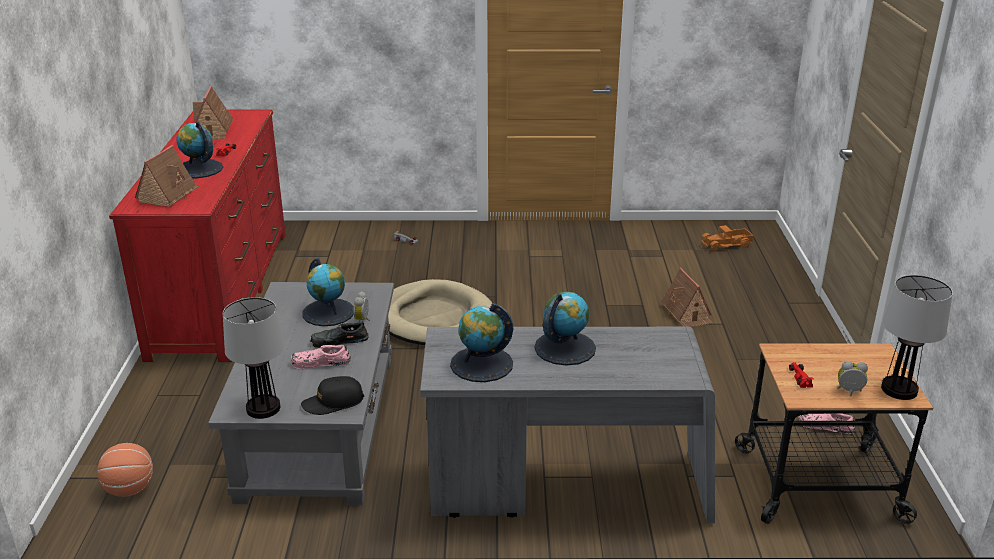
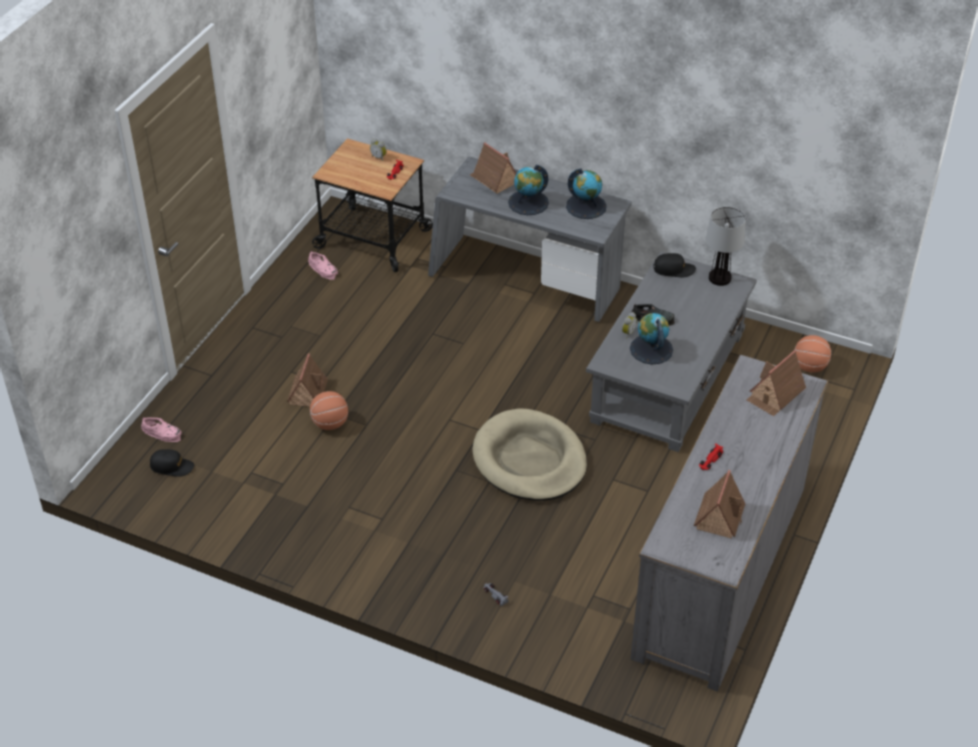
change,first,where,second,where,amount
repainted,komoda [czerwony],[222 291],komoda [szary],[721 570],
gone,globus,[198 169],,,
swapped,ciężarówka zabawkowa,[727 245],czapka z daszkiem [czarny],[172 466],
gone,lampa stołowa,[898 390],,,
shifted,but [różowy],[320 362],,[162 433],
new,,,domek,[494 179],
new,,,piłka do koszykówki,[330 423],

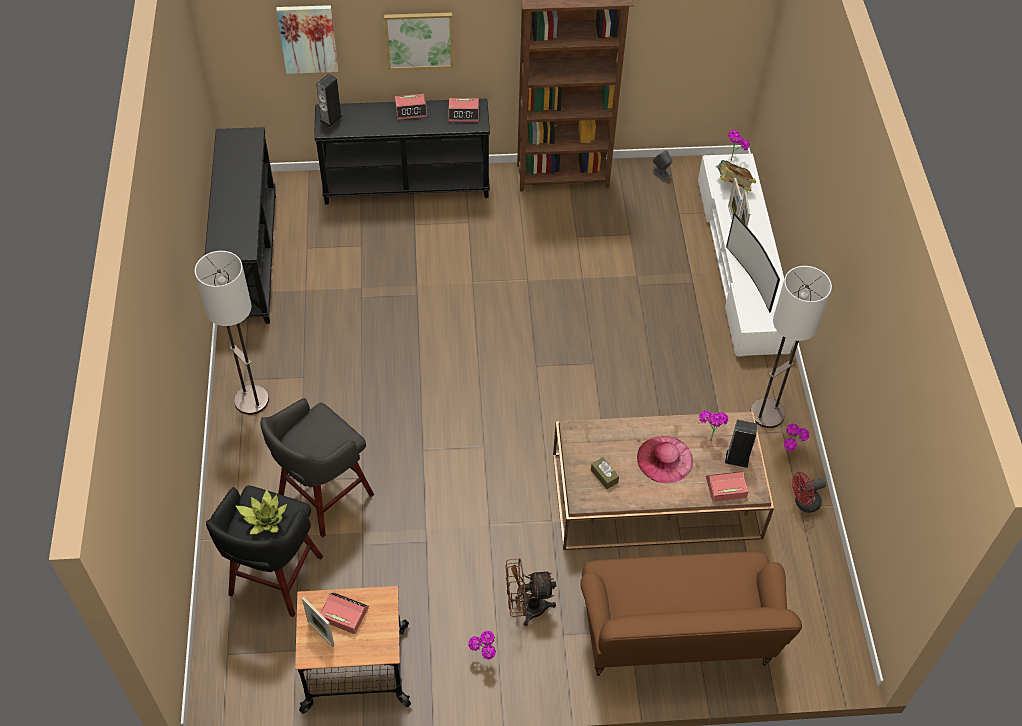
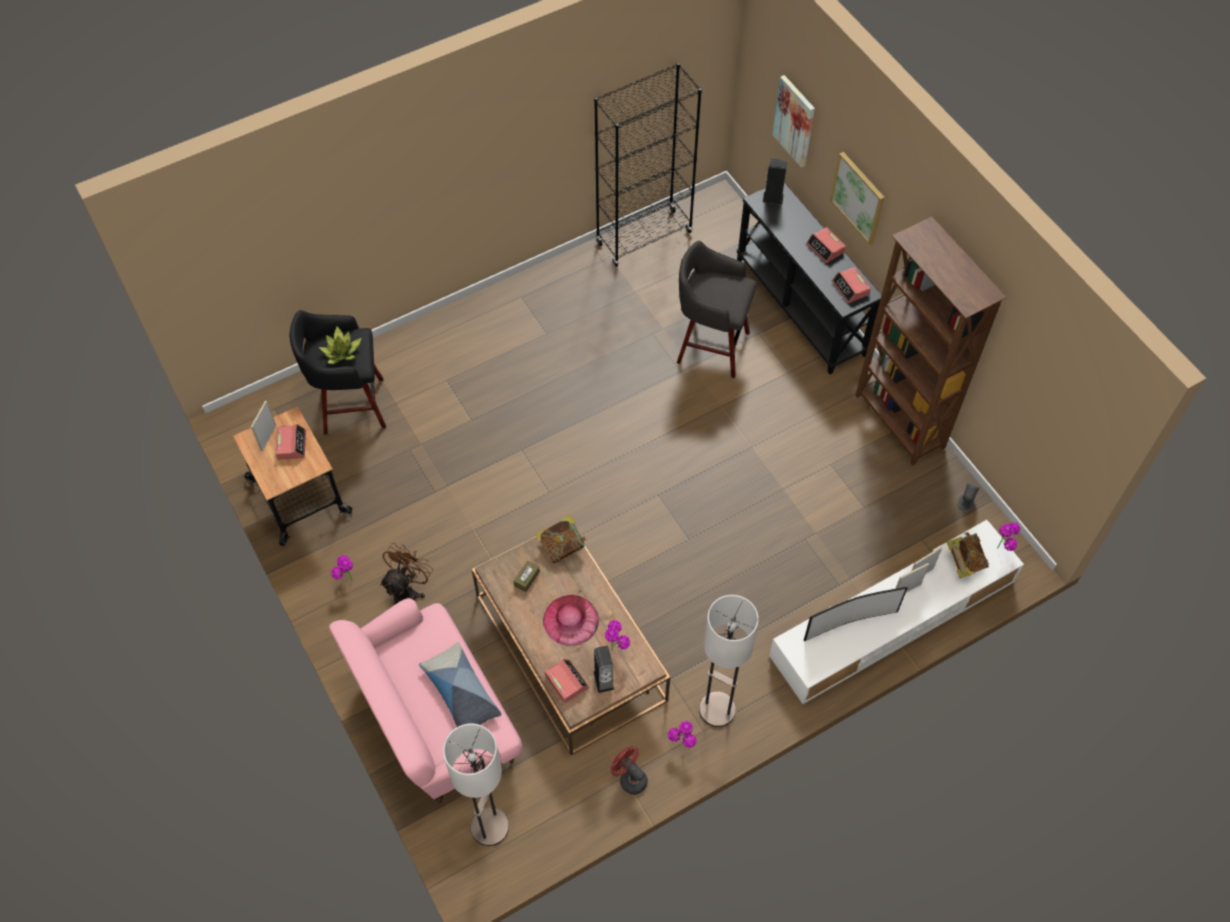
change,first,where,second,where,amount
swapped,stolik konsolowy [czarny],[249 257],regał [czarny],[644 237],
rotated,telewizor,[751 277],,[849 622],150 degrees counterclockwise
shifted,lampa stojąca,[252 400],,[490 827],
shifted,stołek [szary],[323 497],,[710 346],
repainted,kanapa [brązowy],[676 635],kanapa [różowy],[436 718],
rotated,wentylator [brązowy],[526 608],,[408 591],60 degrees clockwise
new,,,książka,[562 546],
new,,,poduszka,[460 693],

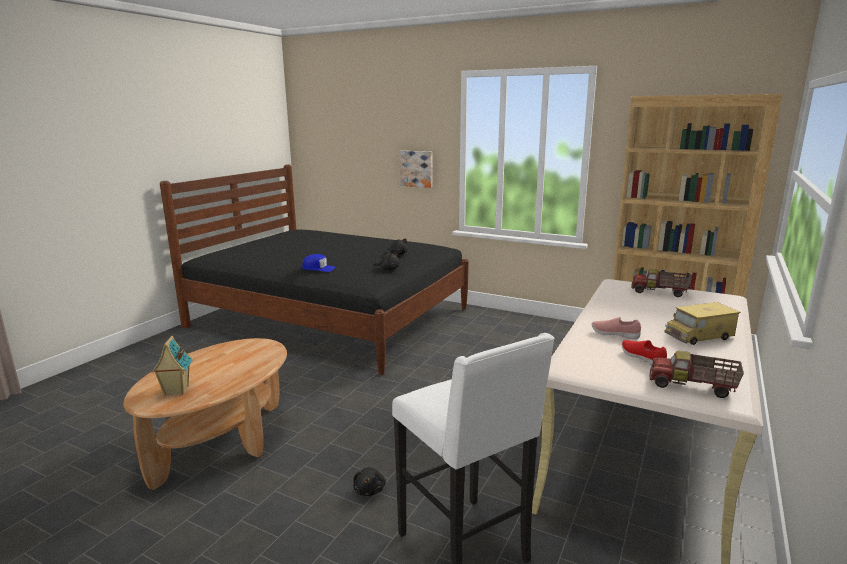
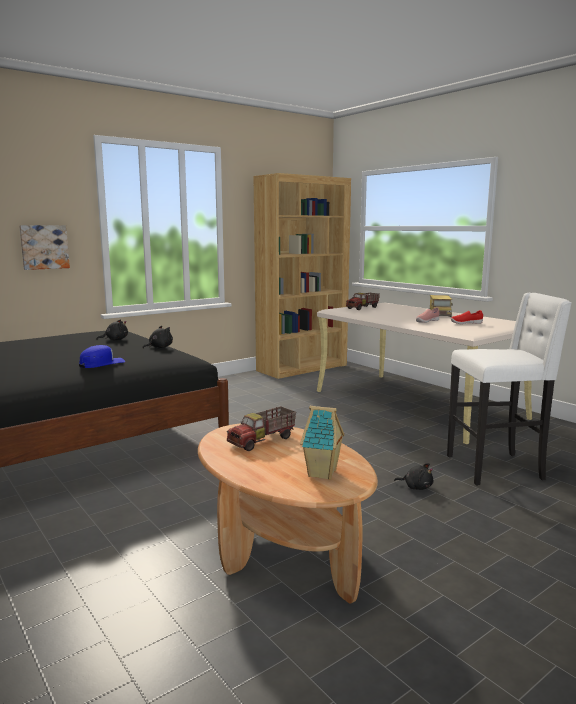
change,first,where,second,where,amount
shifted,ciężarówka zabawkowa,[692 387],,[263 441],

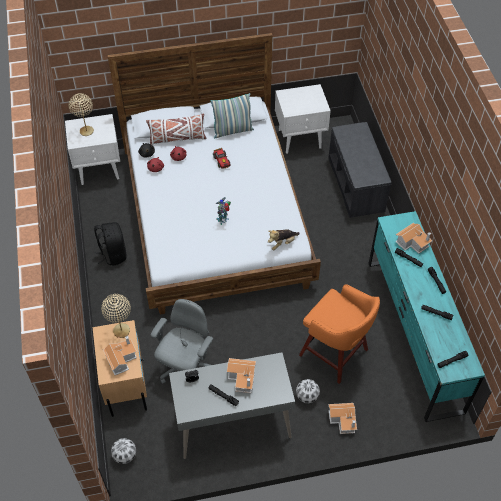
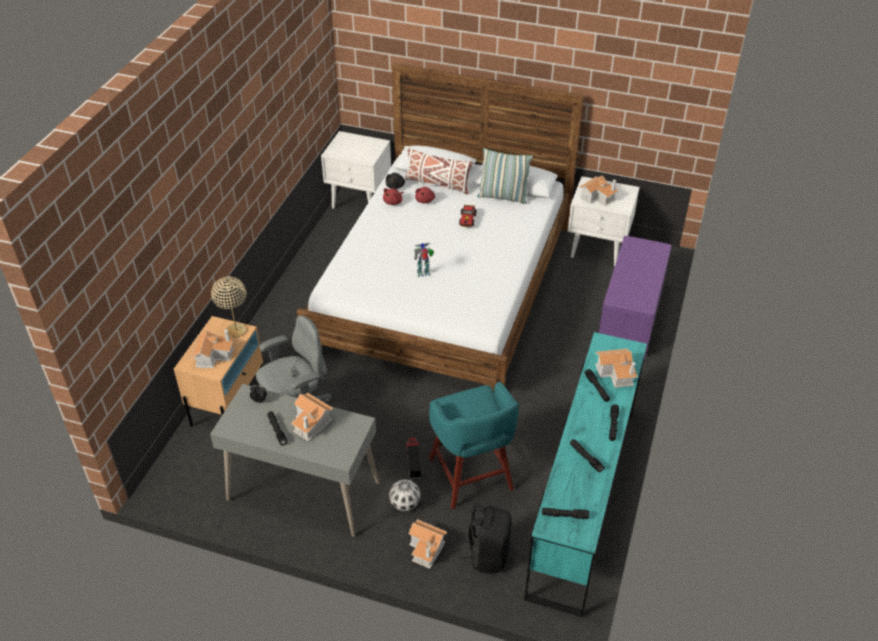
change,first,where,second,where,amount
gone,lampa stołowa [beżowy],[86 131],,,
repainted,ławka [szary],[357 185],ławka [fioletowy],[631 318],
shifted,plecak [czarny],[113 254],,[488 554],
gone,pluszak,[282 243],,,
repainted,stołek [pomarańczowy],[335 354],stołek [turkusowy],[471 476],
gone,piłka futbolowa,[124 455],,,
new,,,domek,[598 197],
new,,,ciężarówka zabawkowa,[414 461],

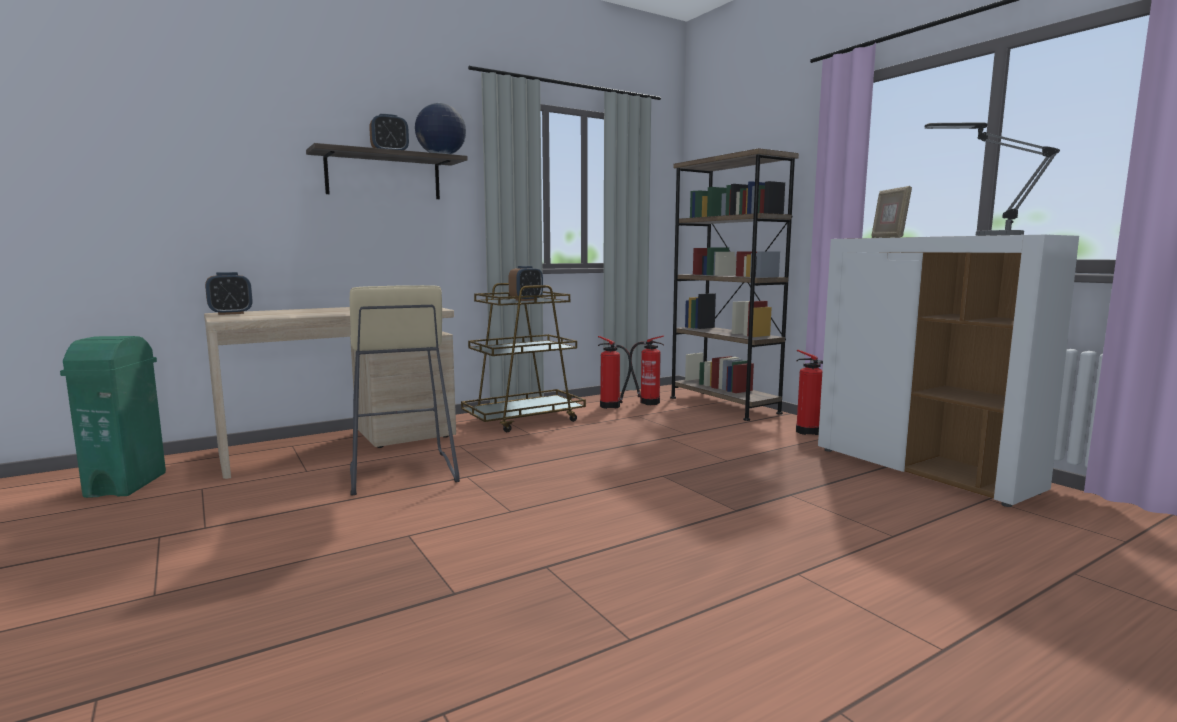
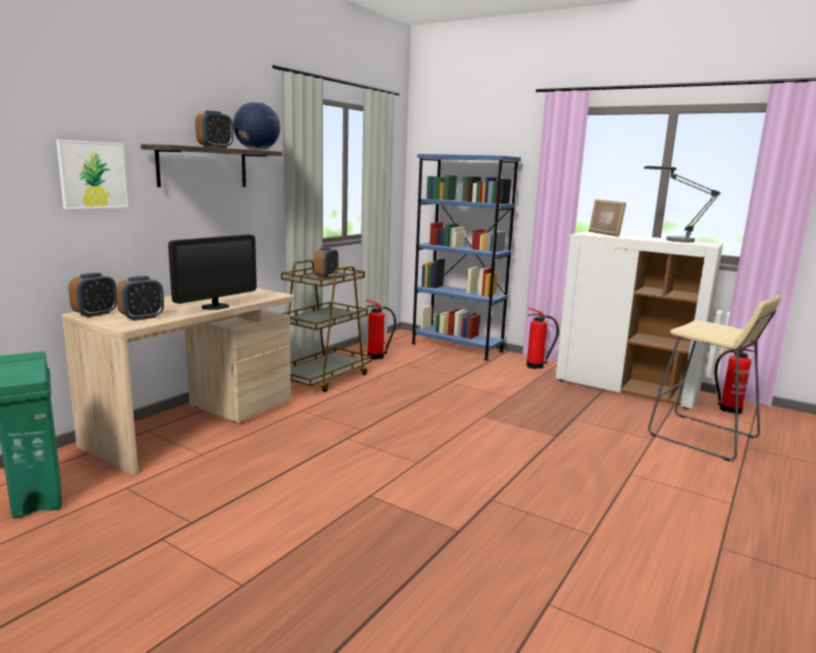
change,first,where,second,where,amount
repainted,regał [brązowy],[723 405],regał [niebieski],[456 347],
shifted,stołek [beżowy],[401 473],,[703 437],
shifted,gaśnica,[648 402],,[728 409],
new,,,obraz,[93 175],
new,,,monitor,[215 306],
new,,,budzik,[142 317],

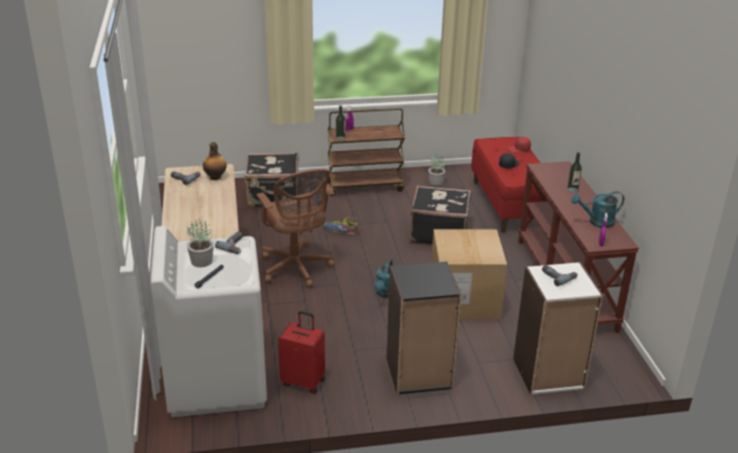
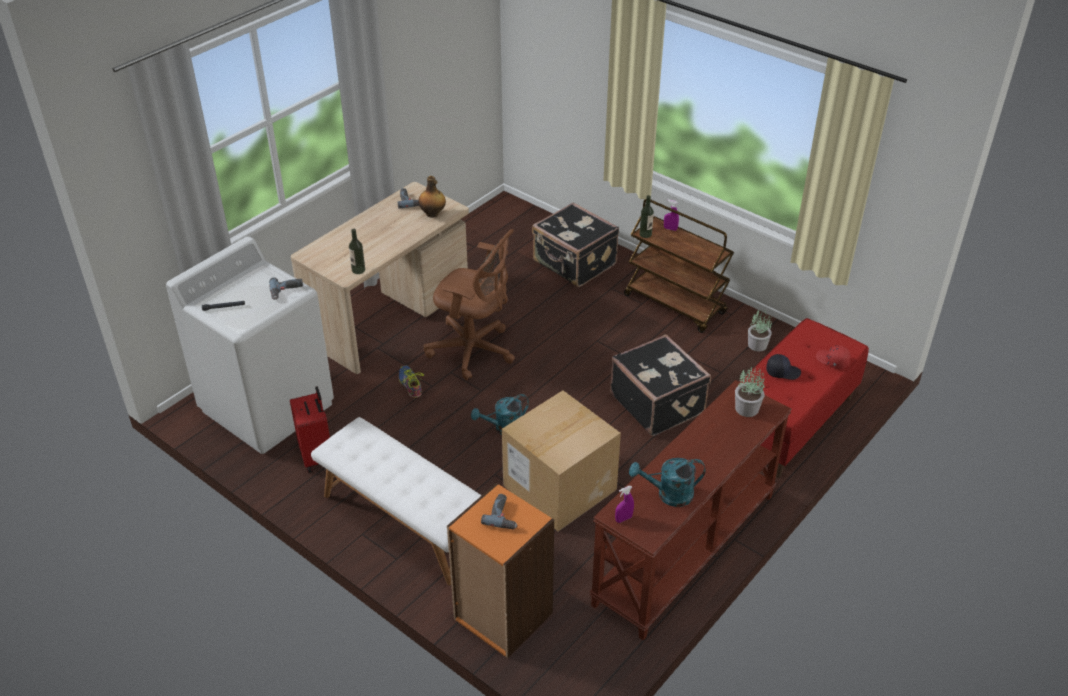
change,first,where,second,where,amount
shifted,butelka,[572 190],,[358 270],
rotated,krzesło biurowe [brązowy],[296 269],,[474 351],90 degrees counterclockwise
rotated,konewka [turkusowy],[597 222],,[668 495],45 degrees counterclockwise
shifted,but,[341 230],,[410 384],
shifted,roślina doniczkowa,[202 261],,[747 409],
swapped,regał [czarny],[419 374],ławka [biały],[404 522],
repainted,regał [biały],[548 374],regał [pomarańczowy],[502 616],

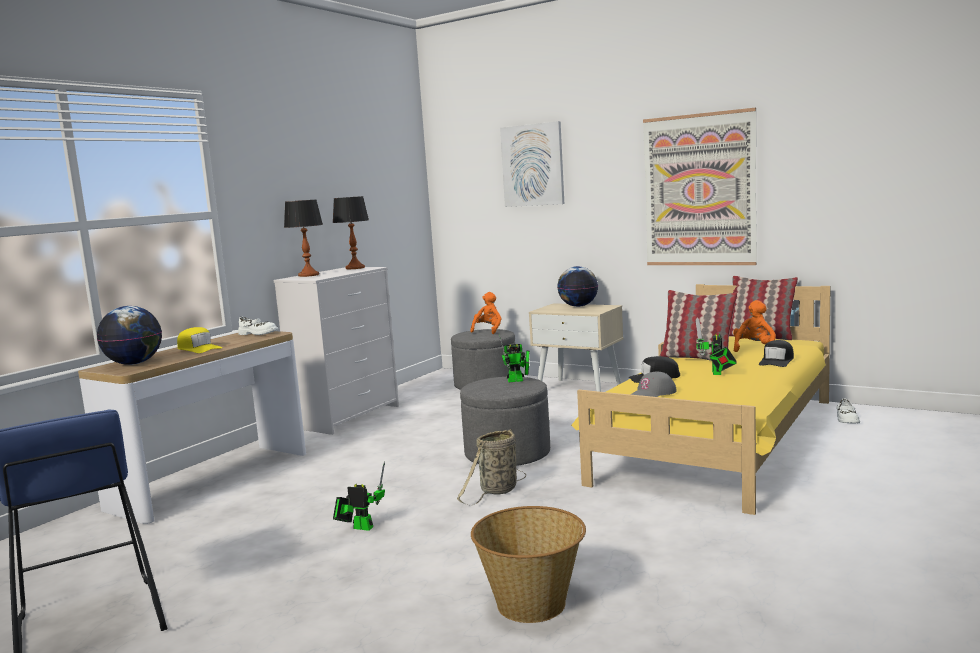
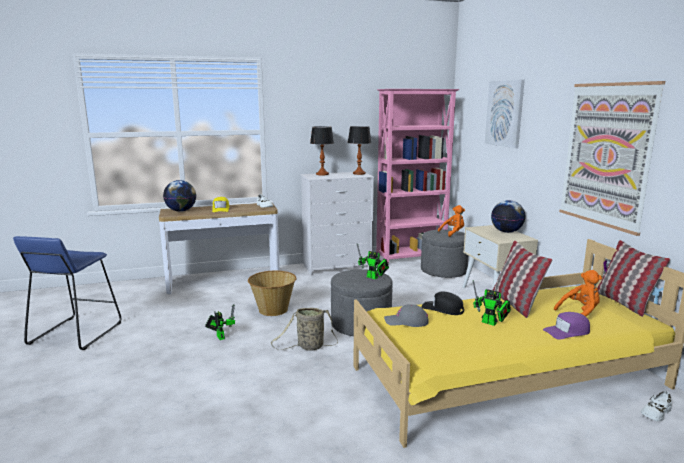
change,first,where,second,where,amount
rotated,robot zabawkowy,[717 373],,[491 323],105 degrees counterclockwise
repainted,czapka z daszkiem [czarny],[777 361],czapka z daszkiem [fioletowy],[567 331],
shifted,koszyk,[532 604],,[273 310],
new,,,regał [różowy],[411 258],

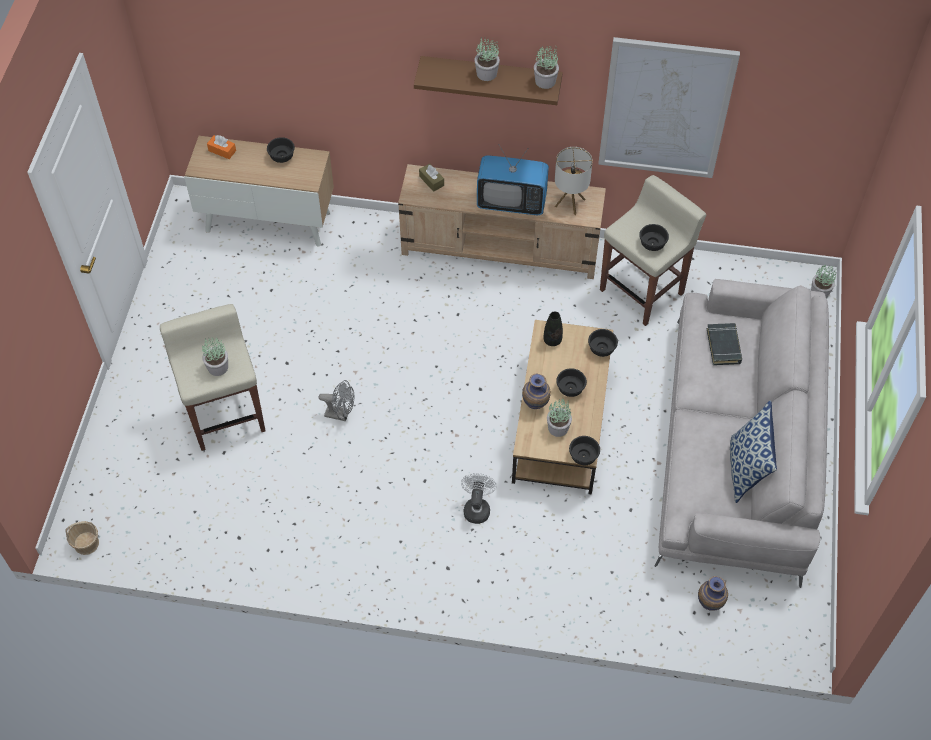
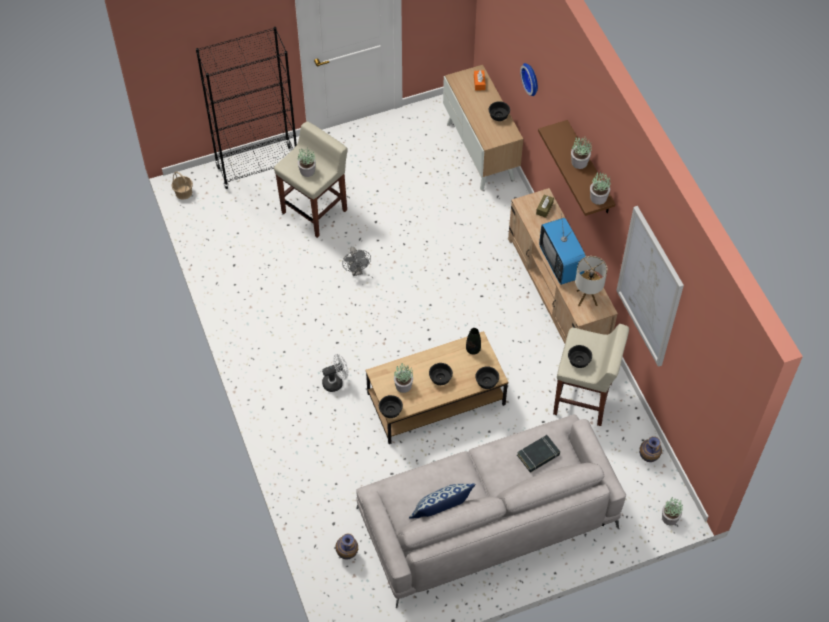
change,first,where,second,where,amount
shifted,wazon,[535 405],,[648 458],
new,,,regał [czarny],[258 167],
new,,,zegar ścienny,[532 78],

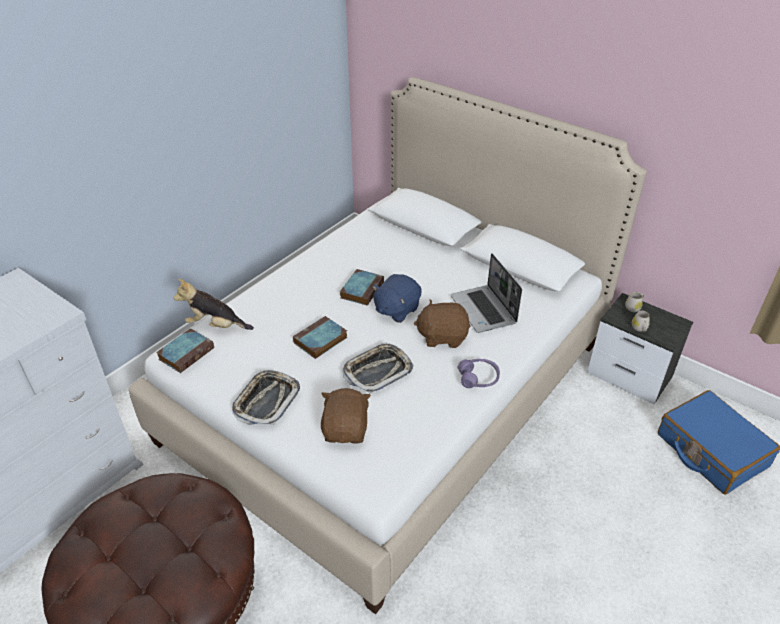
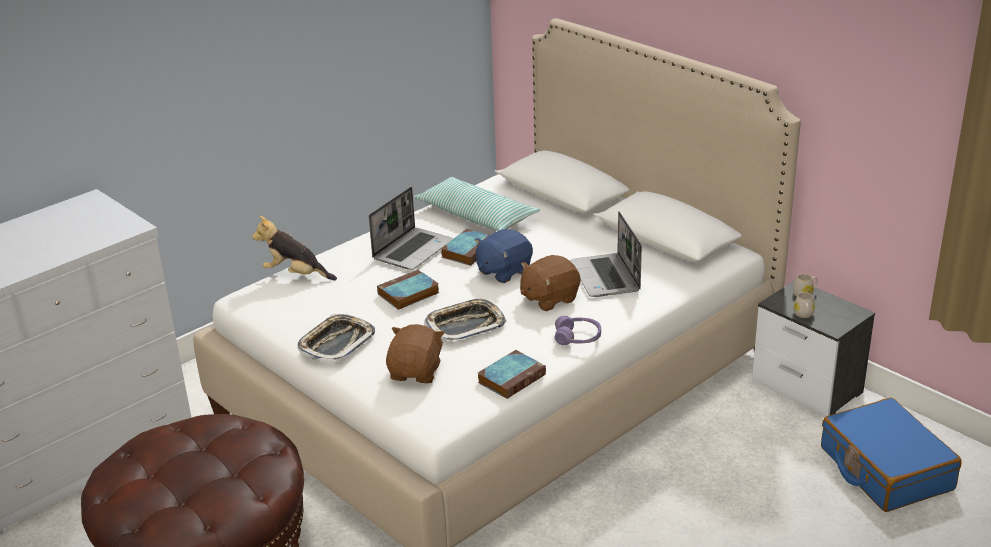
change,first,where,second,where,amount
rotated,pluszak [brązowy],[442 336],,[549 298],45 degrees counterclockwise
shifted,książka,[187 352],,[512 378],
new,,,poduszka,[476 216],
new,,,laptop,[413 250],

